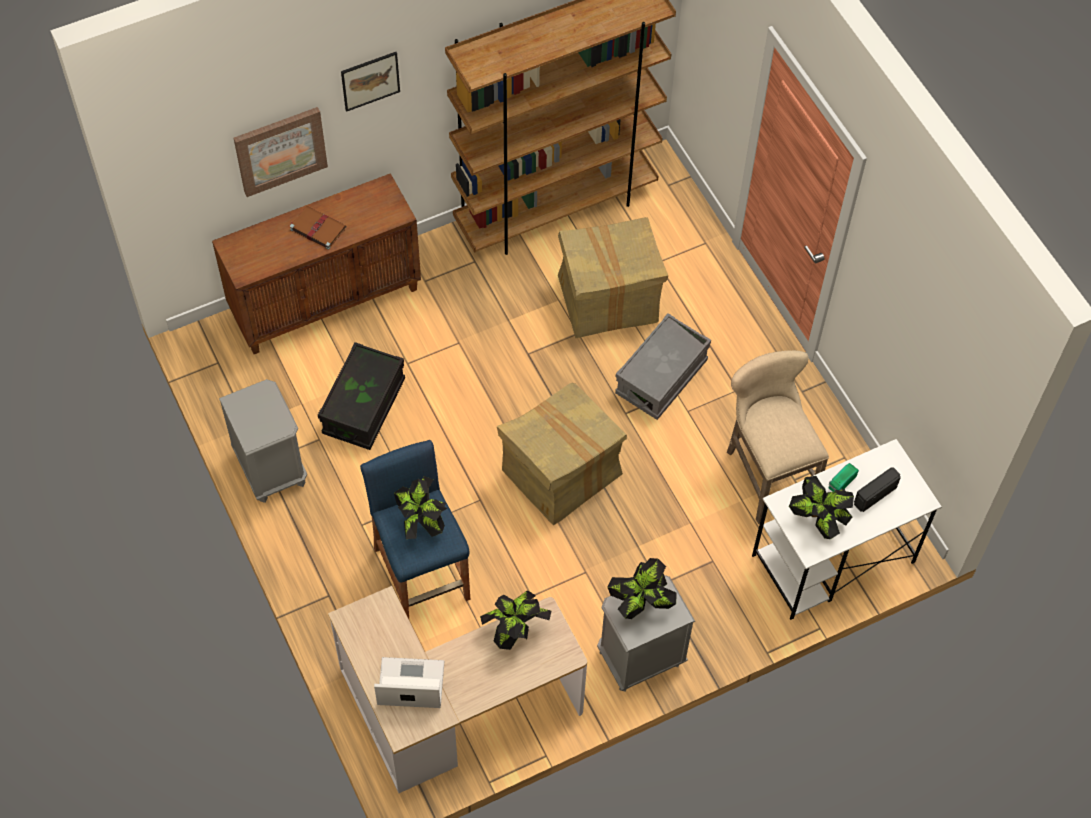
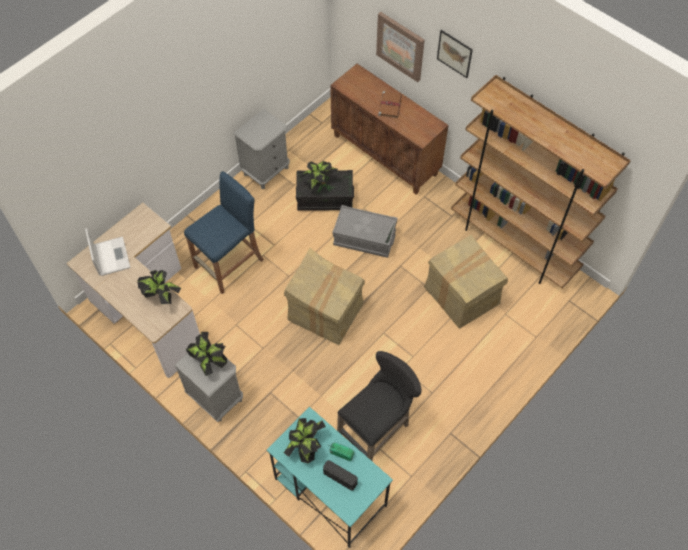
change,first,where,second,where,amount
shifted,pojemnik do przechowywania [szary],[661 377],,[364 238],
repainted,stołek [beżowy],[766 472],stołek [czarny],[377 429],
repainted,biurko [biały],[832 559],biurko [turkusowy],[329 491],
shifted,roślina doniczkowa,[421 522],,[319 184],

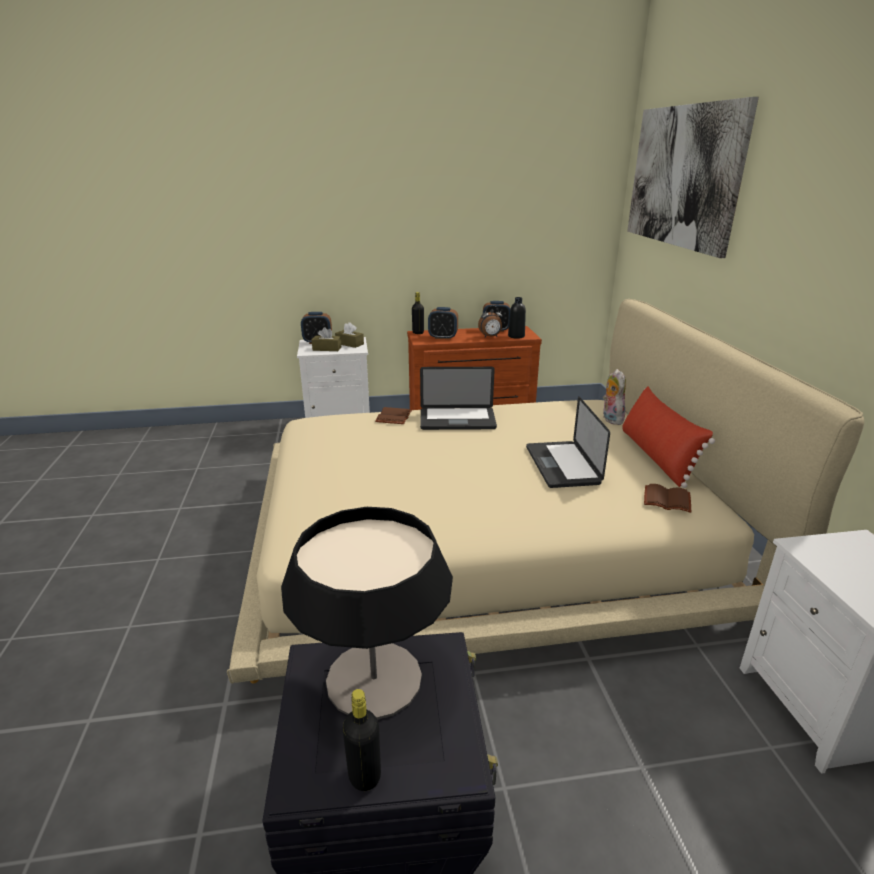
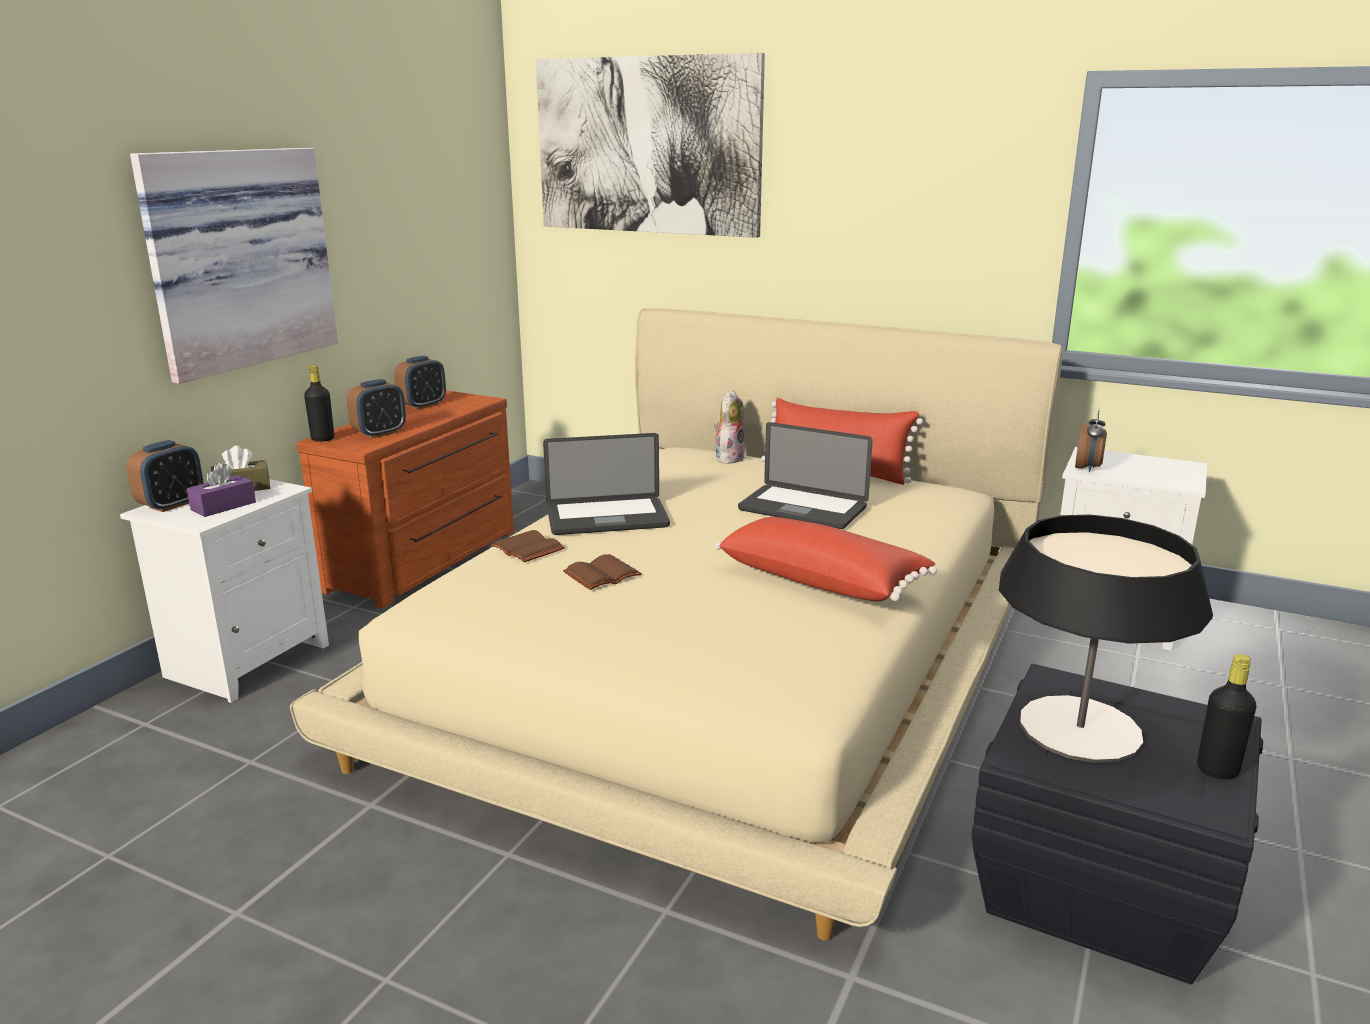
change,first,where,second,where,amount
gone,butelka [czarny],[516 336],,,
shifted,budzik,[490 337],,[1088 468],
repainted,pudełko chusteczek [brązowy],[327 348],pudełko chusteczek [fioletowy],[223 506],
rotated,laptop,[457 420],,[607 519],45 degrees clockwise
rotated,pluszak,[610 419],,[728 458],90 degrees clockwise
shifted,książka [brązowy],[666 500],,[602 576],
new,,,obraz,[237 259],
new,,,poduszka [czerwony],[822 580],

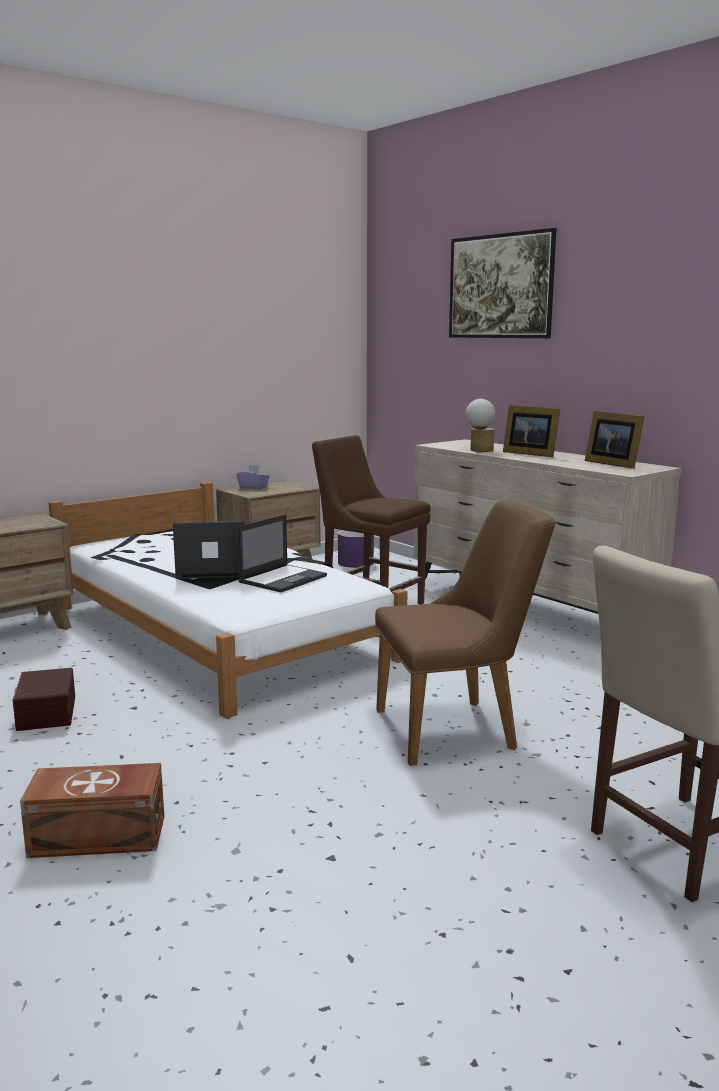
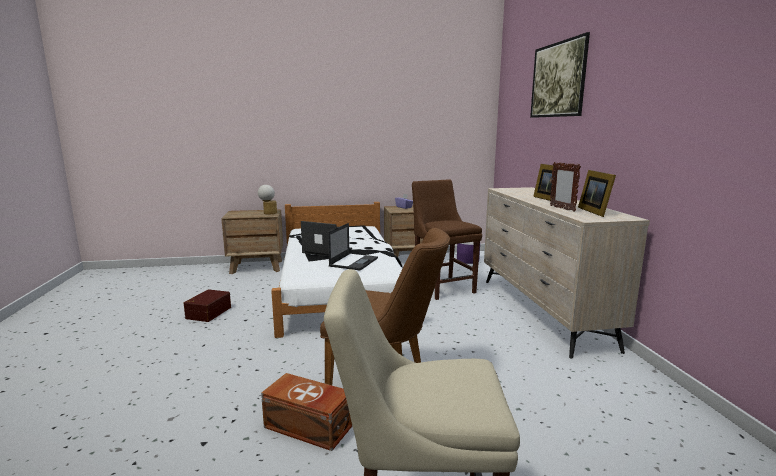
change,first,where,second,where,amount
shifted,lampa stołowa,[479 450],,[268 213],
rotated,laptop,[283 579],,[354 262],45 degrees counterclockwise
shifted,pojemnik do przechowywania [brązowy],[99 837],,[308 427],
new,,,ramka na zdjęcie,[562 208],

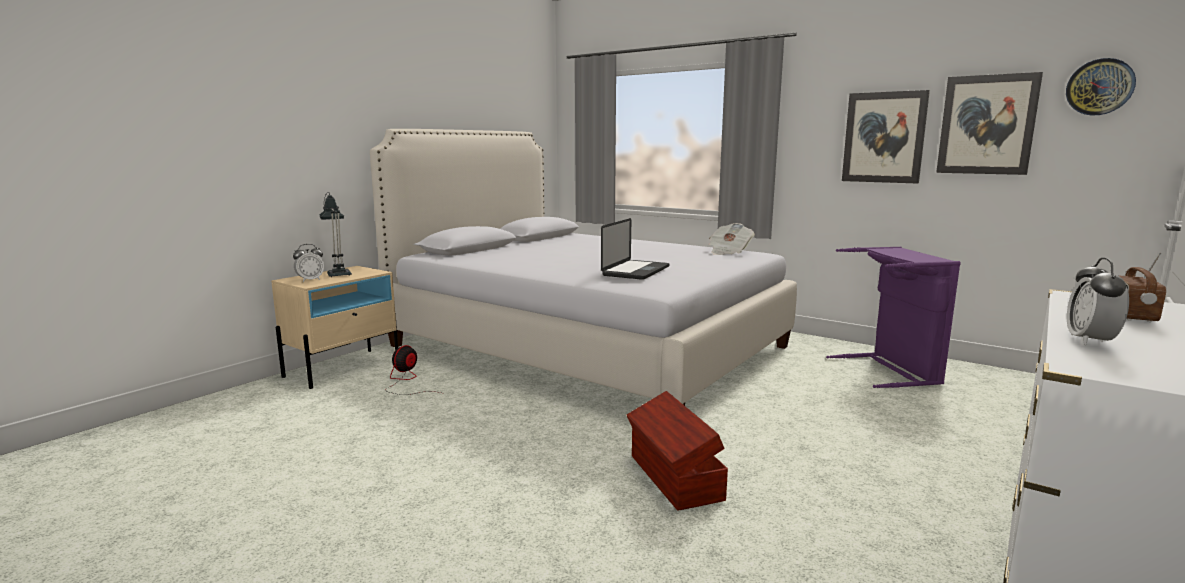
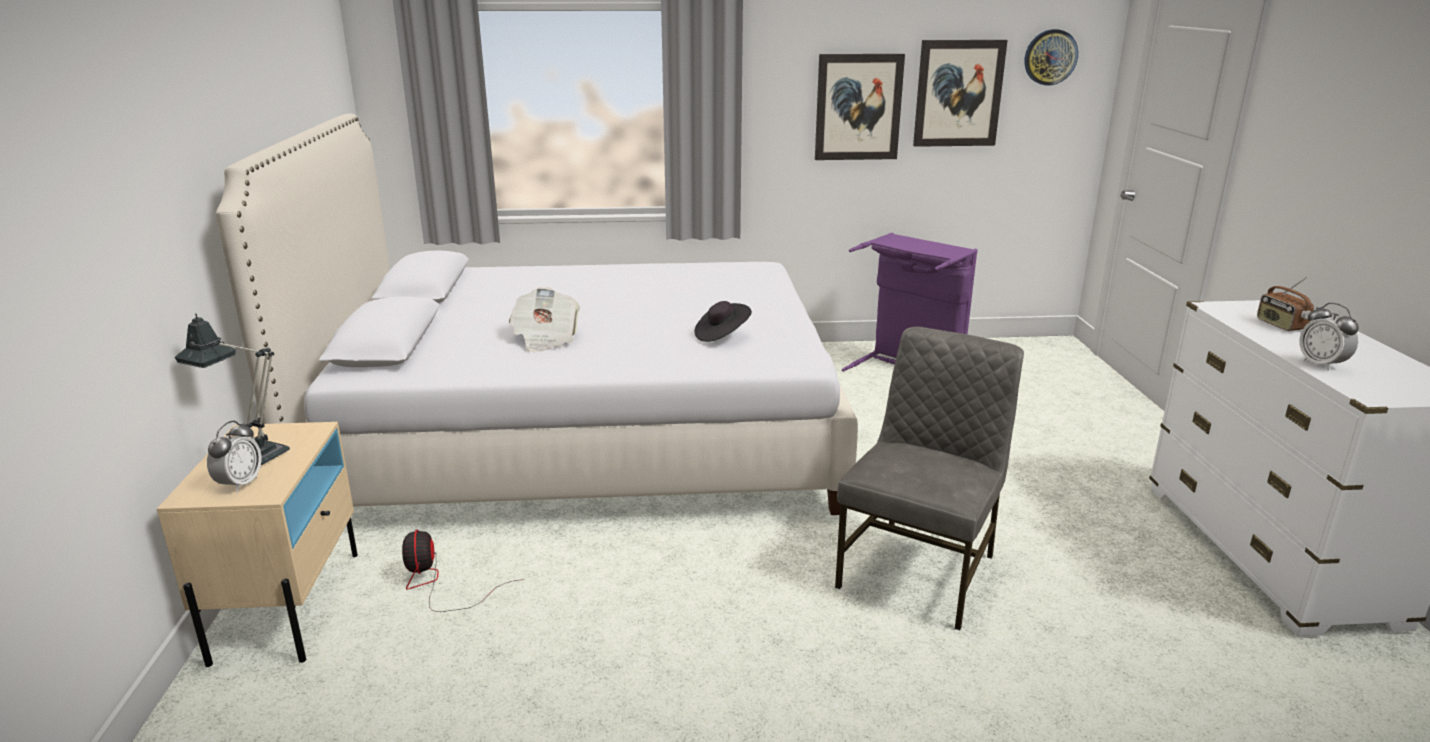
change,first,where,second,where,amount
swapped,laptop,[636 271],kapelusz [czarny],[722 335],
shifted,gazeta,[728 252],,[545 338],
swapped,pojemnik do przechowywania [brązowy],[674 478],krzesło [szary],[920 571],

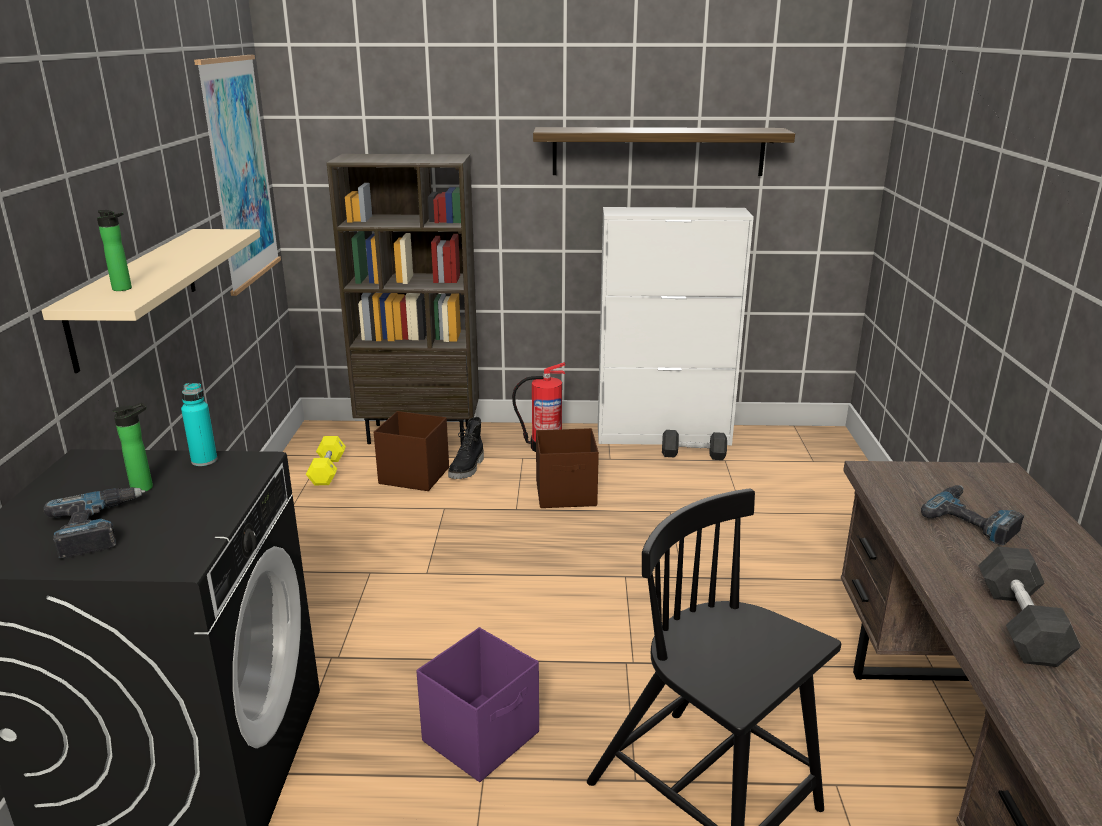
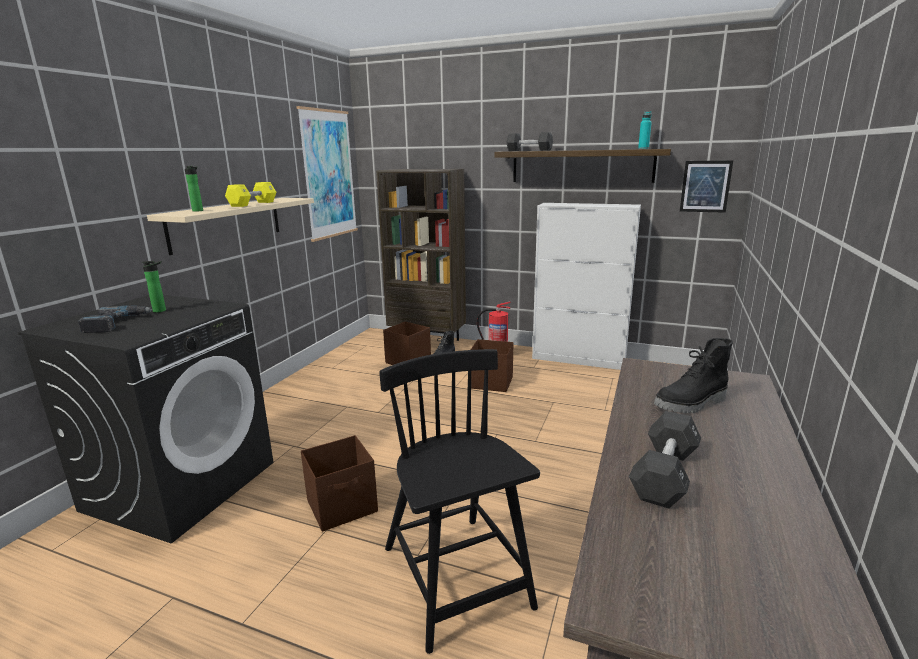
change,first,where,second,where,amount
shifted,butelka [turkusowy],[204 460],,[643 148],
shifted,hantel [czarny],[693 455],,[529 150],
shifted,hantel [żółty],[327 470],,[253 204],
swapped,wiertarka,[973 520],but z cholewką [czarny],[691 404],
repainted,pojemnik do przechowywania [fioletowy],[482 736],pojemnik do przechowywania [brązowy],[343 506],
new,,,obraz,[705 186],

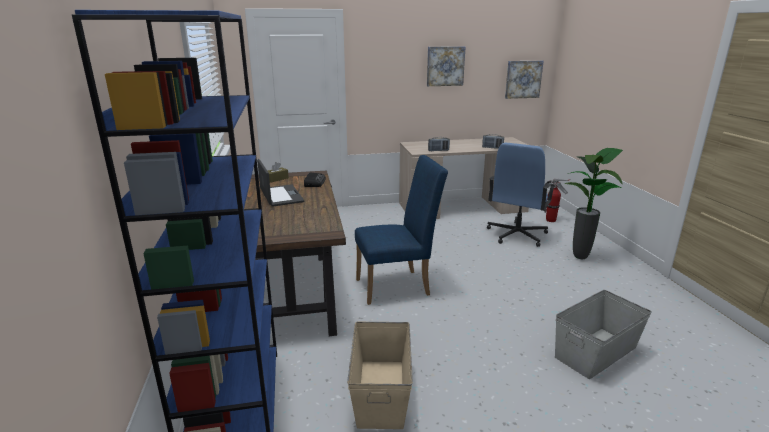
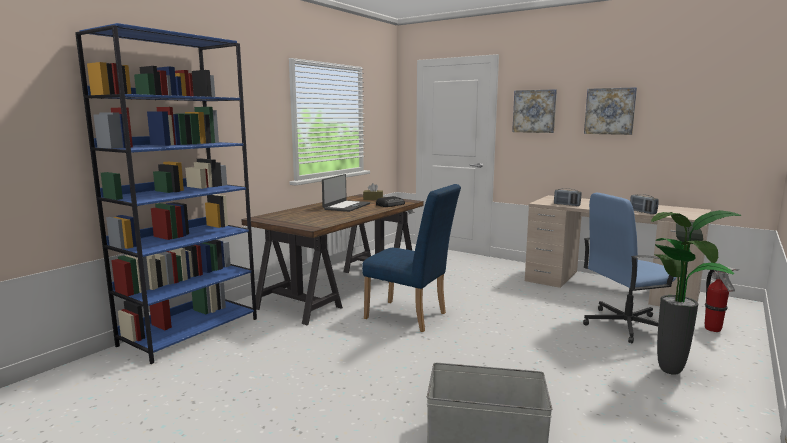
change,first,where,second,where,amount
shifted,obraz,[523 79],,[534 111],
gone,pojemnik do przechowywania [beżowy],[382 391],,,

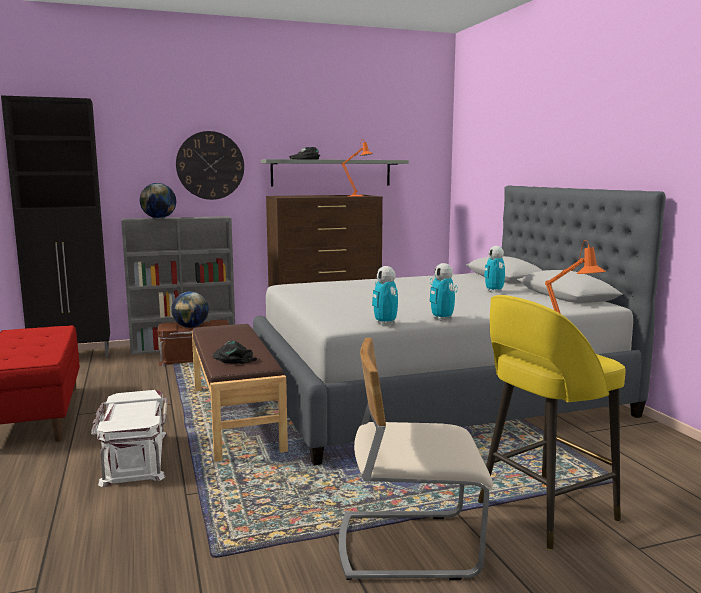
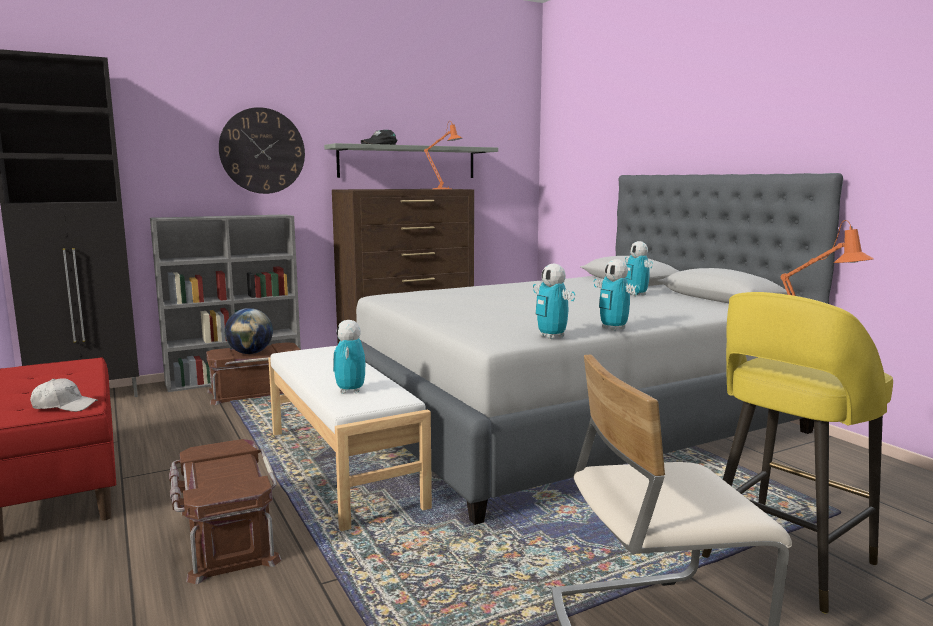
change,first,where,second,where,amount
gone,globus,[159 218],,,
repainted,ławka [brązowy],[236 417],ławka [biały],[343 467],
swapped,czapka z daszkiem [czarny],[233 358],robot zabawkowy,[350 391],
repainted,pojemnik do przechowywania [biały],[134 458],pojemnik do przechowywania [brązowy],[225 535],
new,,,czapka z daszkiem [biały],[64 406],

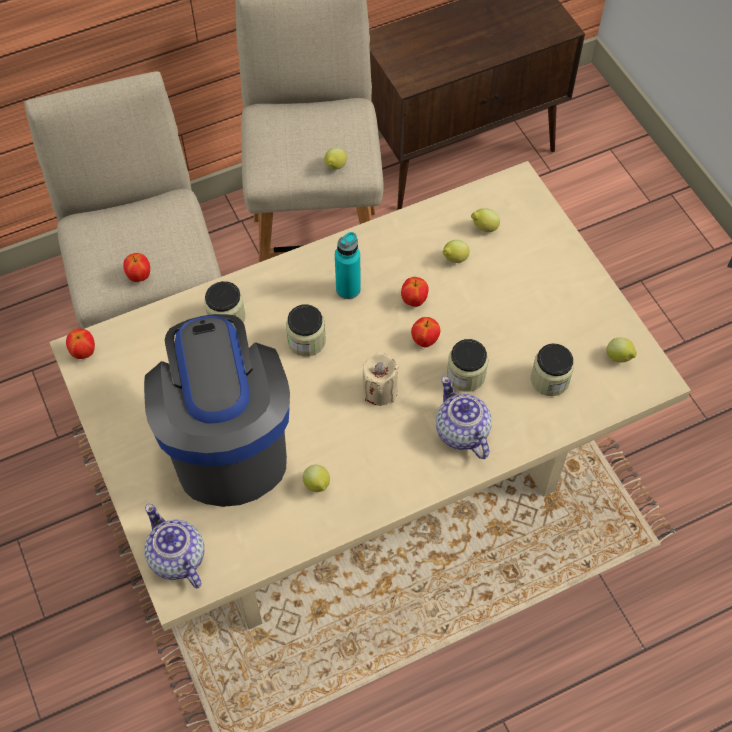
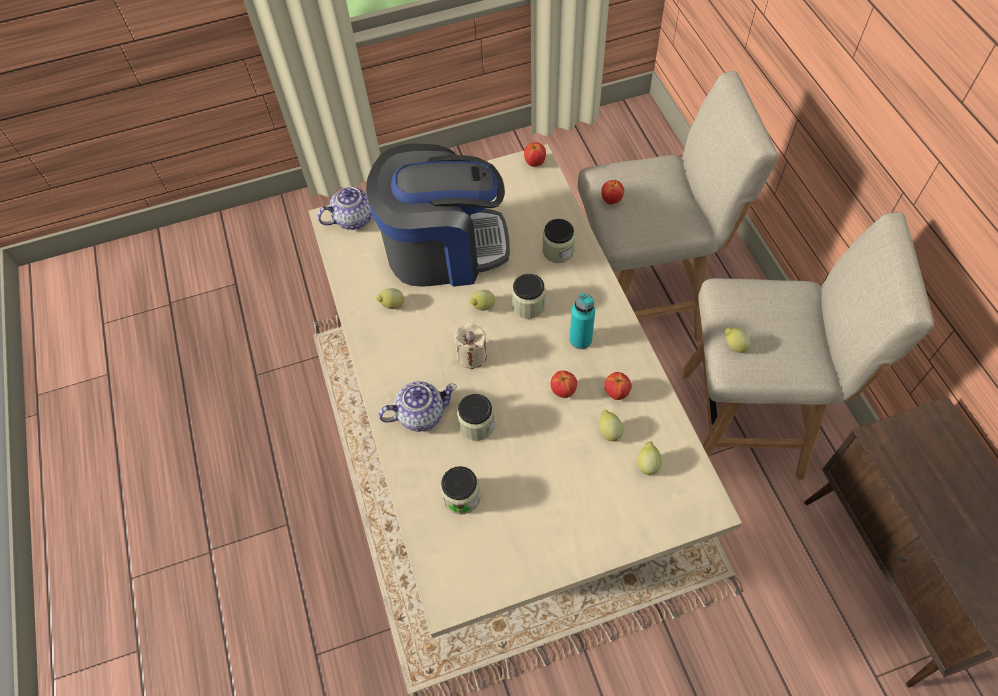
change,first,where,second,where,amount
shifted,jabłko,[425 341],,[616 393],
shifted,cytryna,[619 358],,[482 307],

